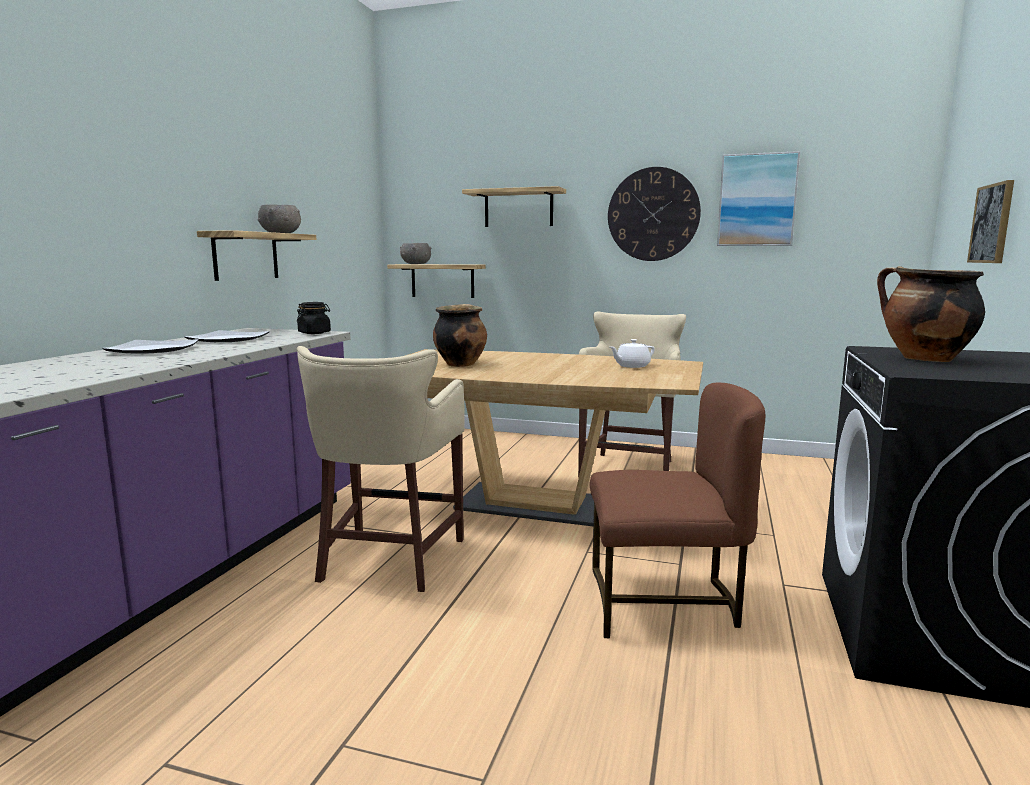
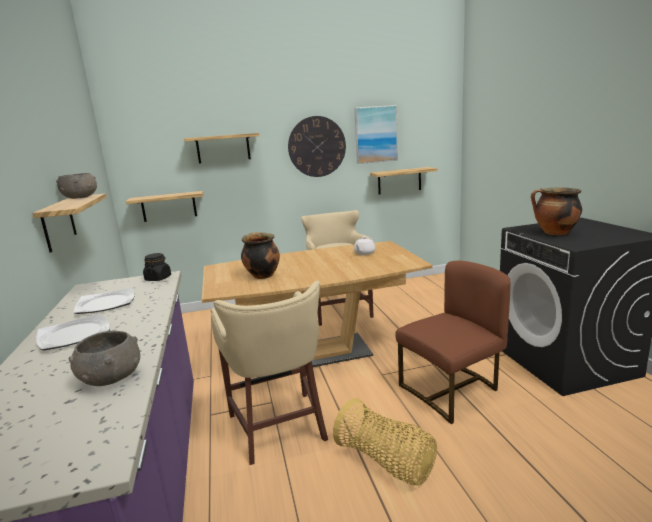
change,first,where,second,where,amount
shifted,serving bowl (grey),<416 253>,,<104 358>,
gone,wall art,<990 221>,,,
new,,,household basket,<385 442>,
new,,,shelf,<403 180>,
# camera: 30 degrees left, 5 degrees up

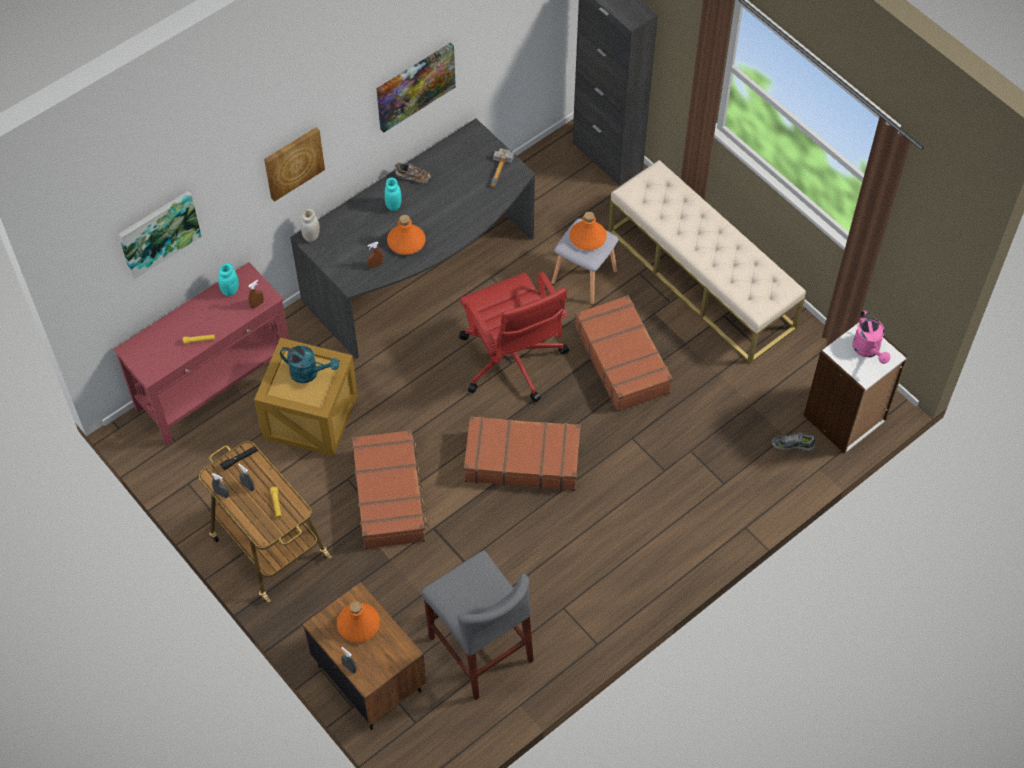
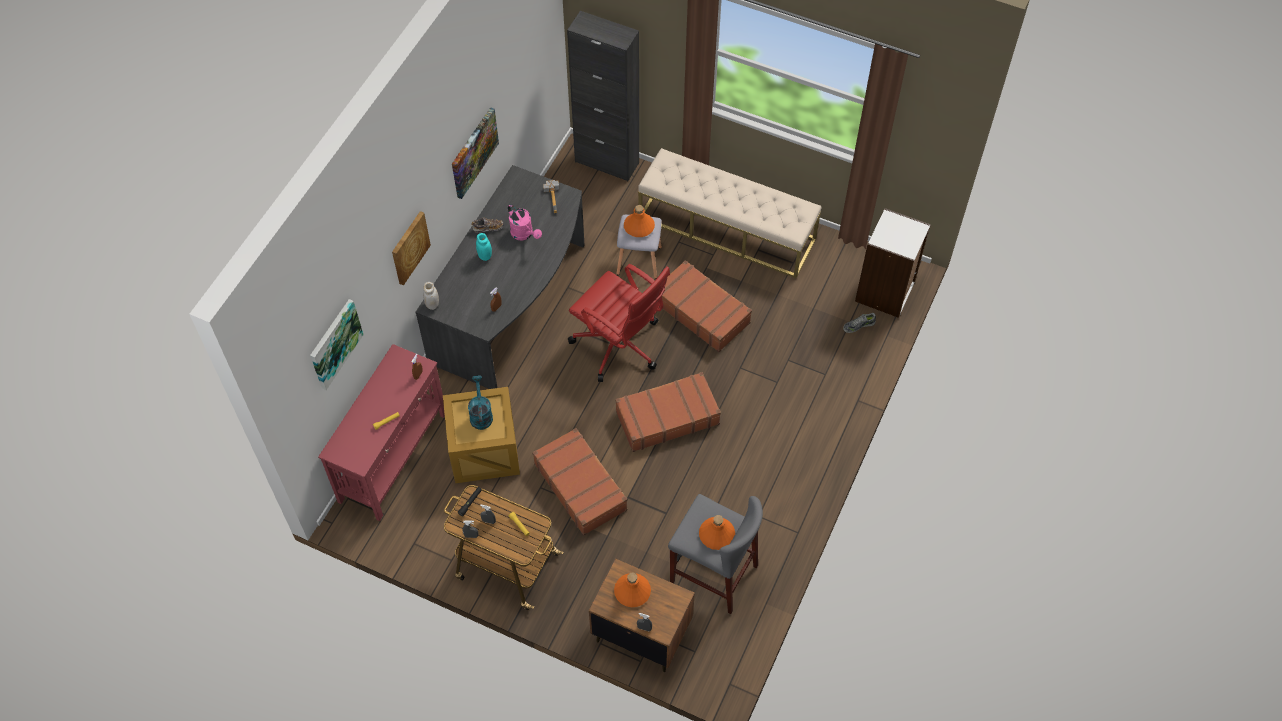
change,first,where,second,where,amount
gone,jar (blue-green),<228 279>,,,
rotated,sprinkling can (blue-green),<309 364>,,<480 402>,90 degrees counterclockwise
shifted,beverage bottle (orange-coloured),<406 235>,,<717 532>,
shifted,sprinkling can (pink),<871 337>,,<525 222>,
# camera: 25 degrees left, 0 degrees up

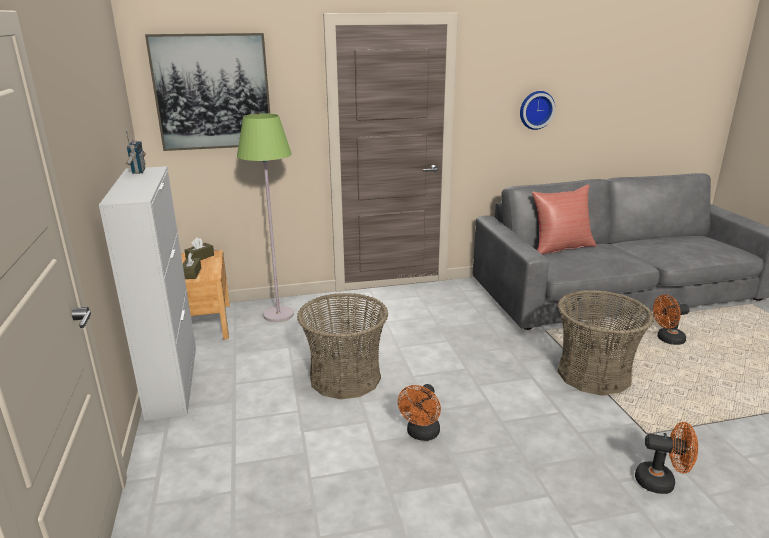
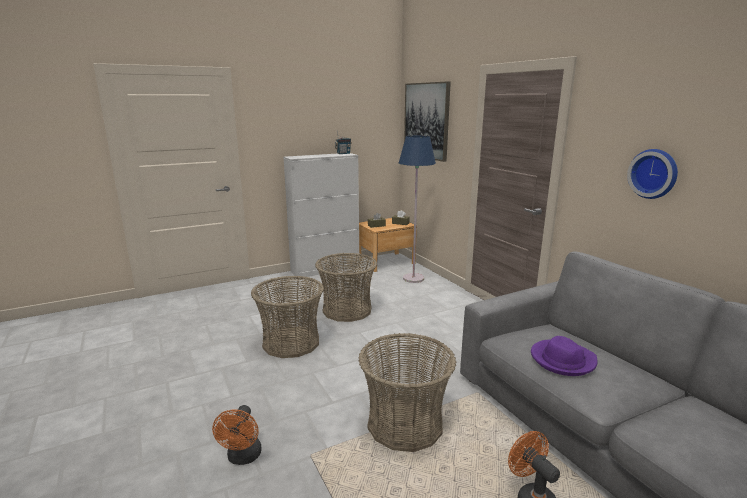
change,first,where,second,where,amount
repainted,floor lamp (green),<265 217>,floor lamp (blue-coloured),<417 209>,
swapped,electric fan (orange-coloured),<419 412>,household basket,<287 317>,
gone,cushion (reddish),<564 219>,,,
new,,,wearable hat (purple),<564 356>,
# camera: 75 degrees right, 5 degrees down

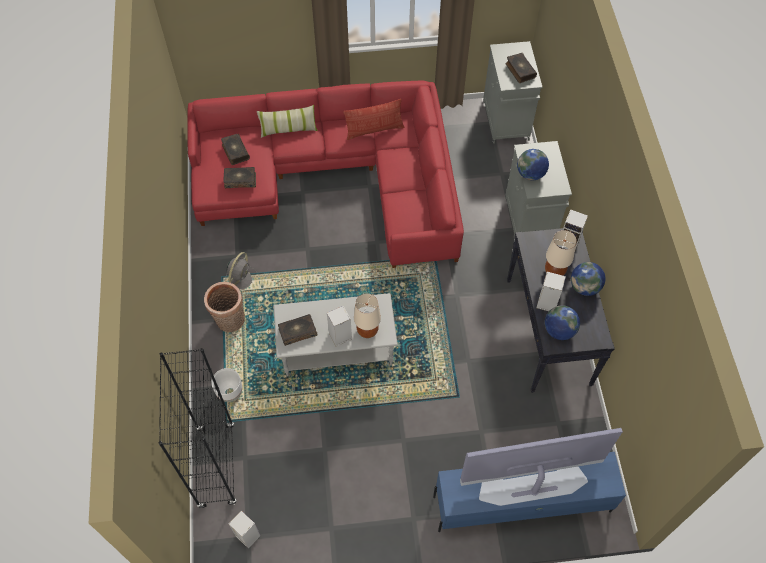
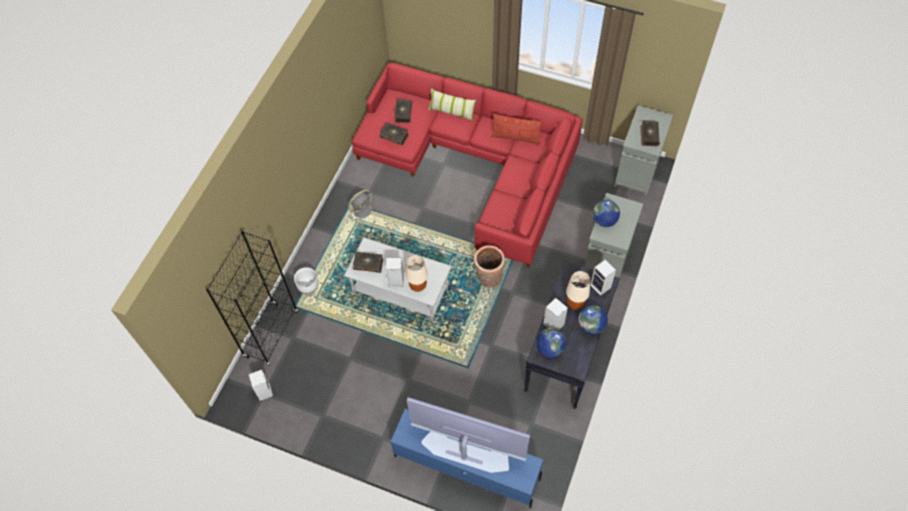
change,first,where,second,where,amount
shifted,household basket,<224 307>,,<489 266>,
# camera: 30 degrees right, 0 degrees up

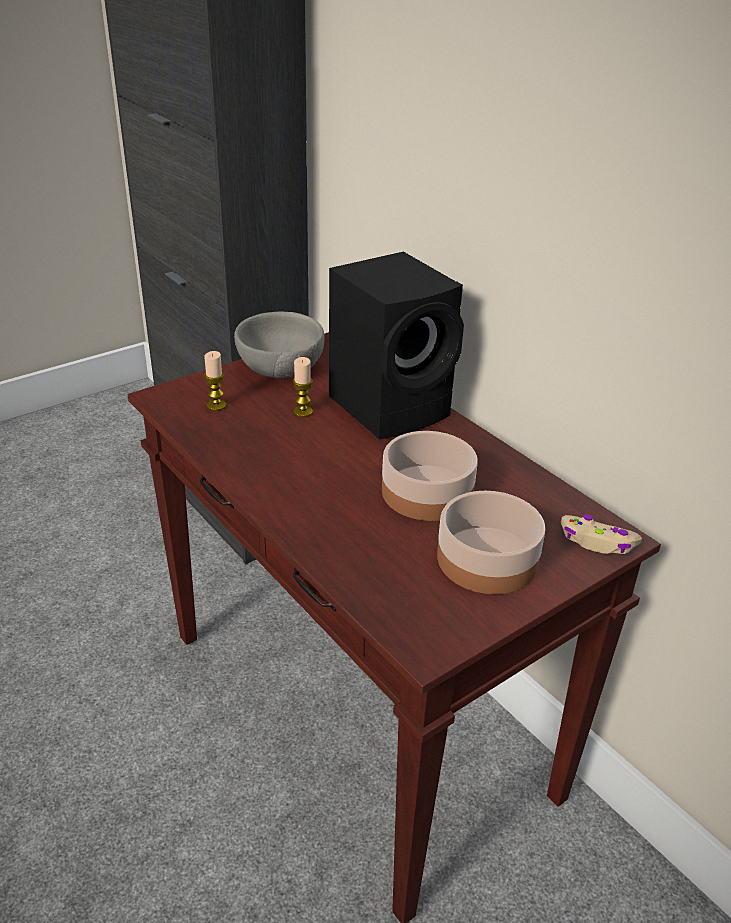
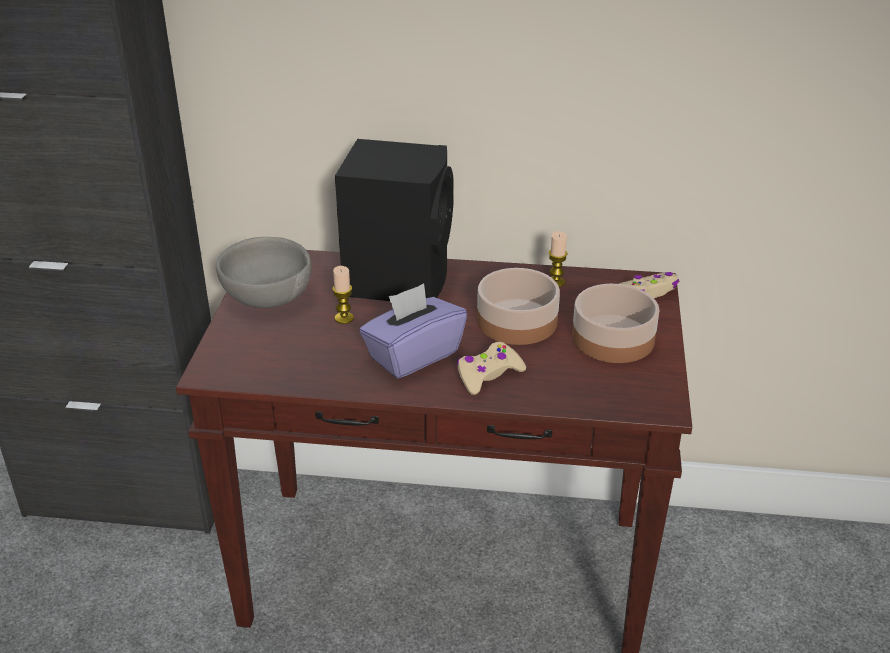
change,first,where,second,where,amount
shifted,wax light,<215 381>,,<558 259>,
new,,,box of tissues (purple),<413 330>,
new,,,gamepad (beige),<491 368>,
# camera: 45 degrees left, 0 degrees up

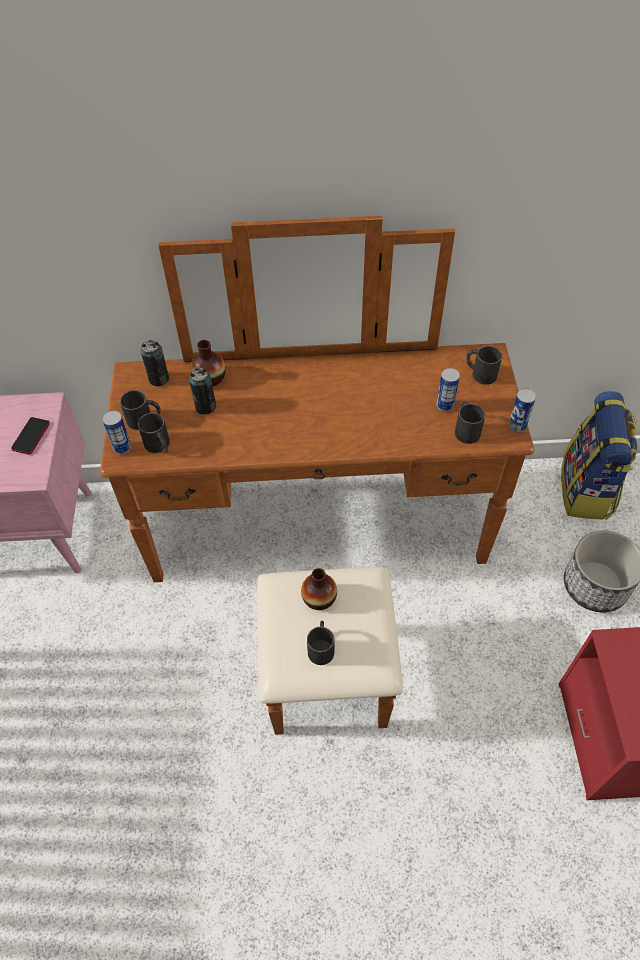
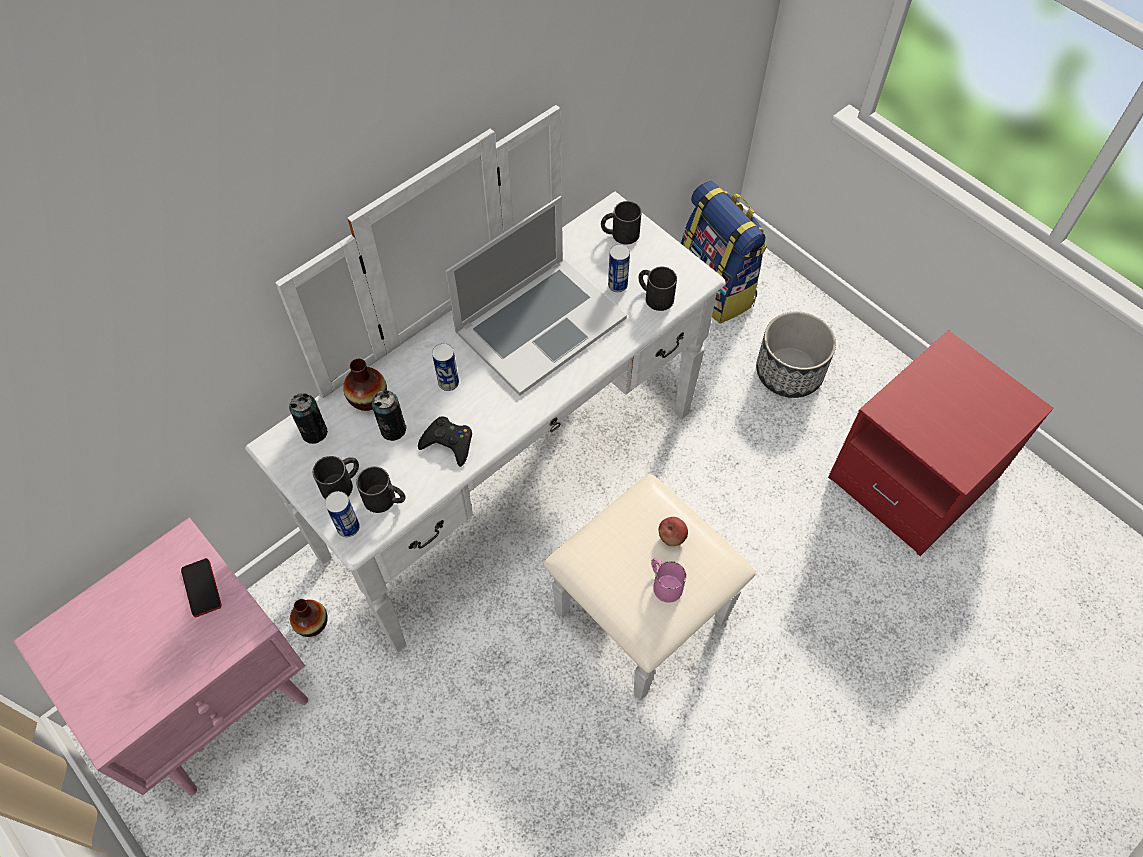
change,first,where,second,where,amount
repainted,drawer chest (brown),<317 475>,drawer chest (white-coloured),<500 403>,
shifted,flower vase,<319 589>,,<309 618>,
repainted,tea mug (black),<320 643>,tea mug (pink),<668 580>,
shifted,sealed can,<522 410>,,<445 367>,
new,,,gamepad (black),<445 441>,
new,,,portable computer,<536 296>,
new,,,whole apple,<673 531>,
# camera: 40 degrees left, 5 degrees up

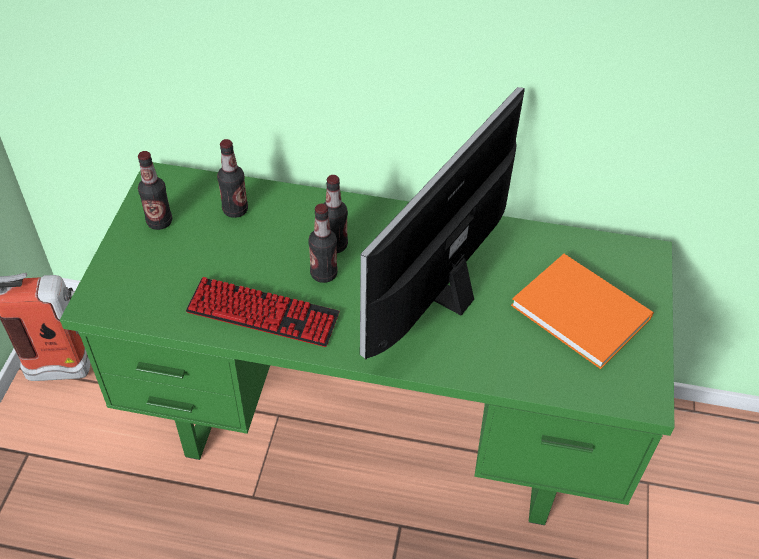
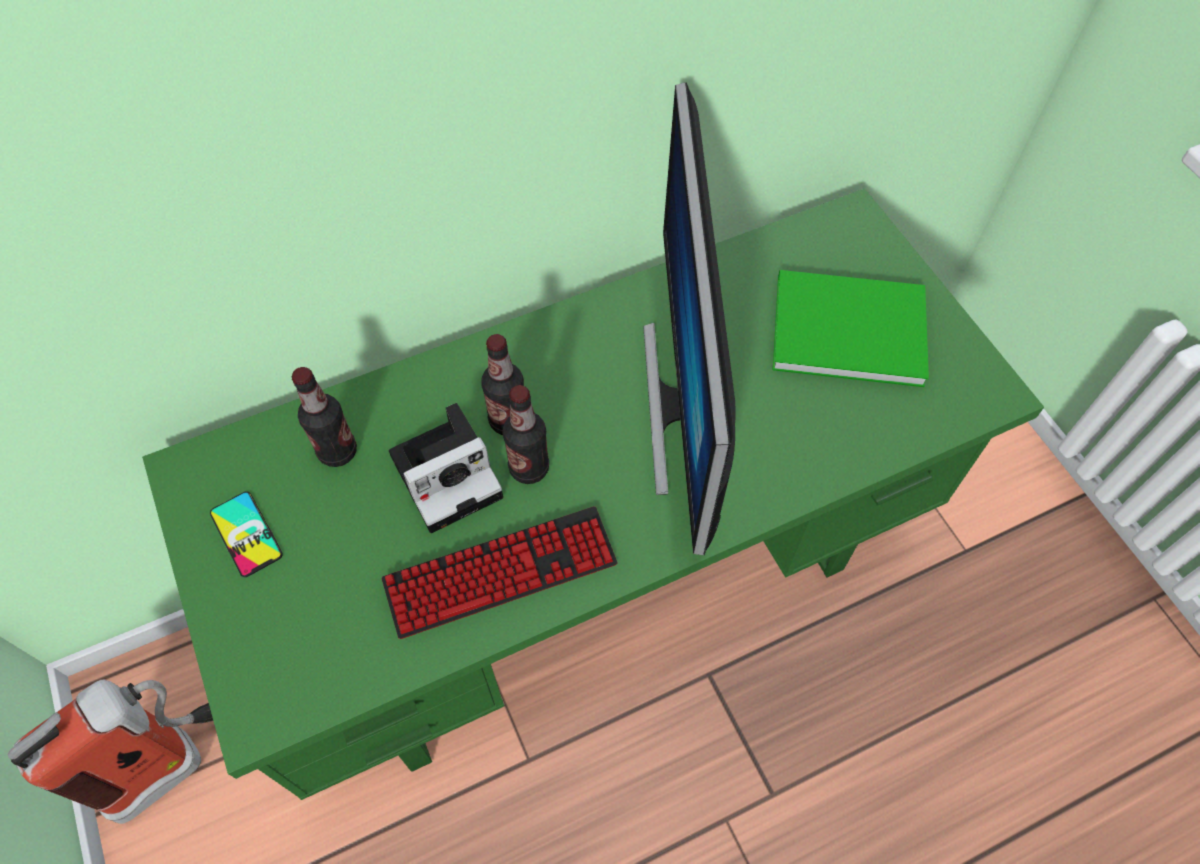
change,first,where,second,where,amount
swapped,beverage bottle,<155 190>,phone,<246 534>,
repainted,volume (orange-coloured),<582 311>,volume (green),<850 328>,
new,,,still camera,<446 468>,
# camera: 35 degrees left, 10 degrees up

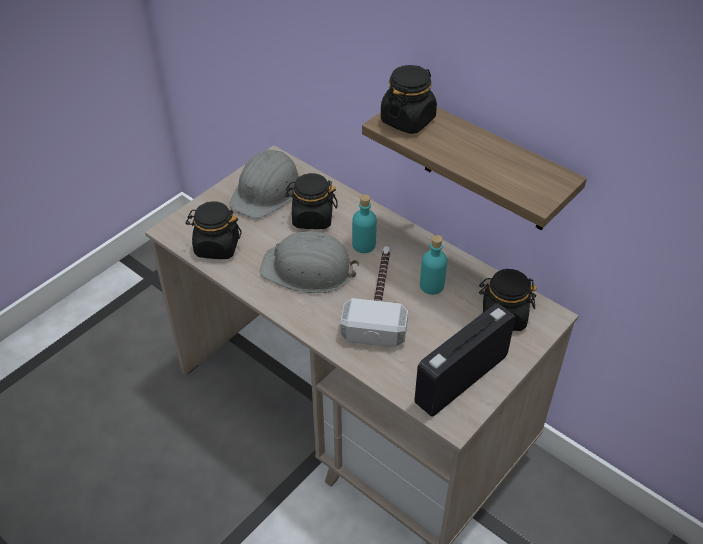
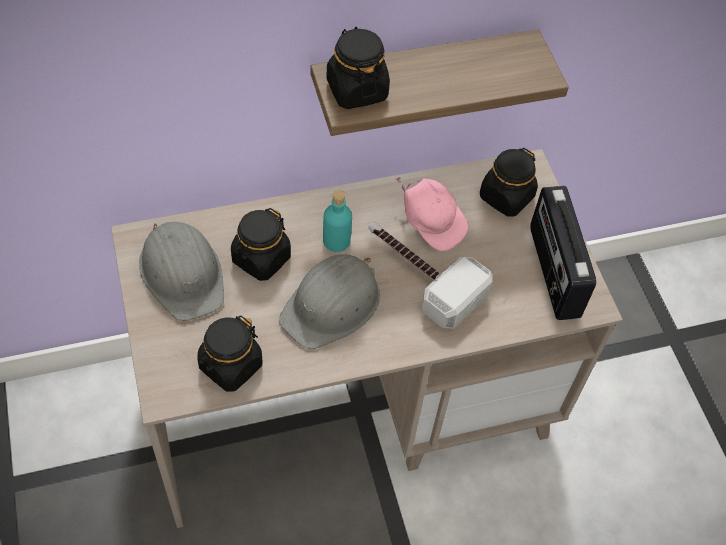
change,first,where,second,where,amount
swapped,beverage bottle (blue-green),<434 265>,cap (pink),<432 214>,
# camera: 60 degrees left, 10 degrees up

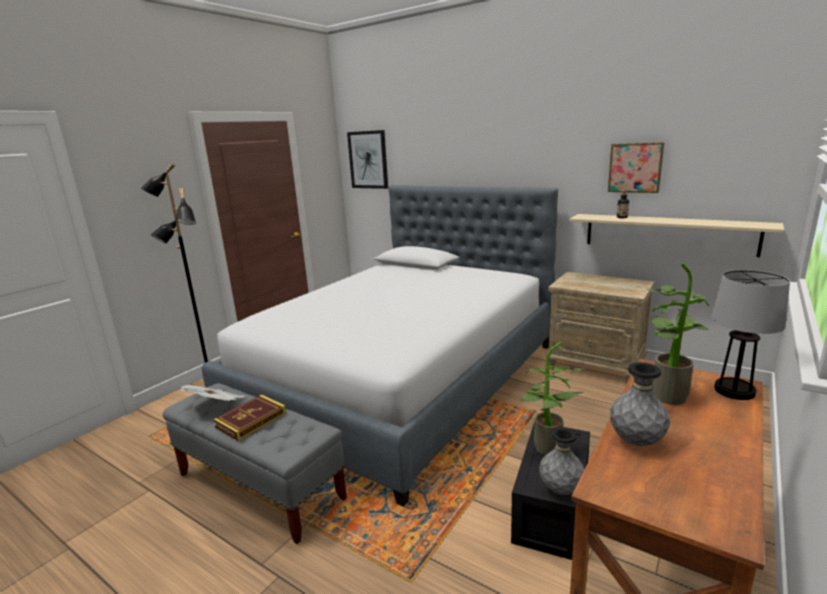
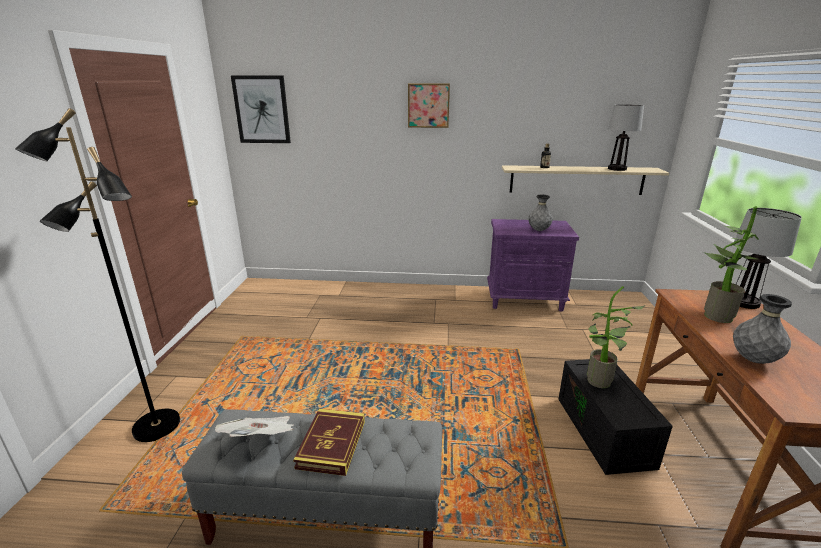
change,first,where,second,where,amount
gone,sleeping bed,<380 346>,,,
shifted,flower vase (grey),<561 461>,,<540 213>,
repainted,bedside table (beige),<600 328>,bedside table (purple),<533 265>,
shifted,wall art,<636 167>,,<429 105>,
new,,,tabletop lamp,<626 137>,
# camera: 30 degrees left, 5 degrees up

